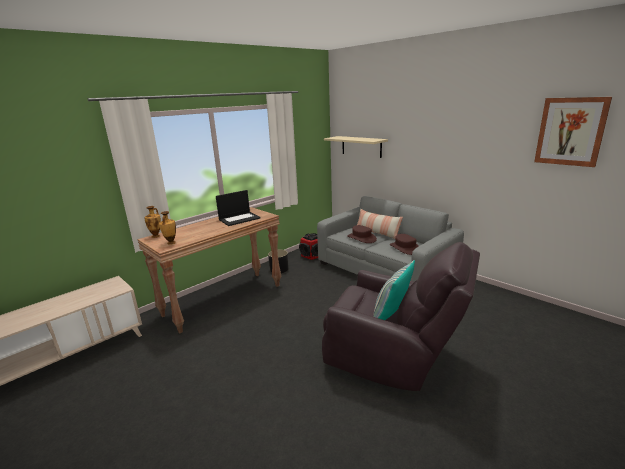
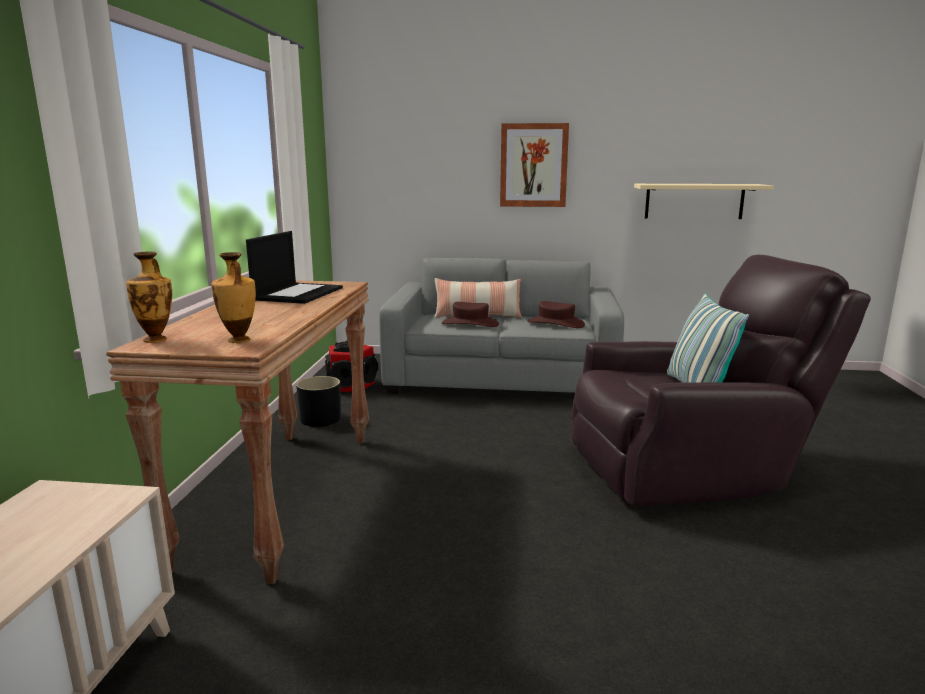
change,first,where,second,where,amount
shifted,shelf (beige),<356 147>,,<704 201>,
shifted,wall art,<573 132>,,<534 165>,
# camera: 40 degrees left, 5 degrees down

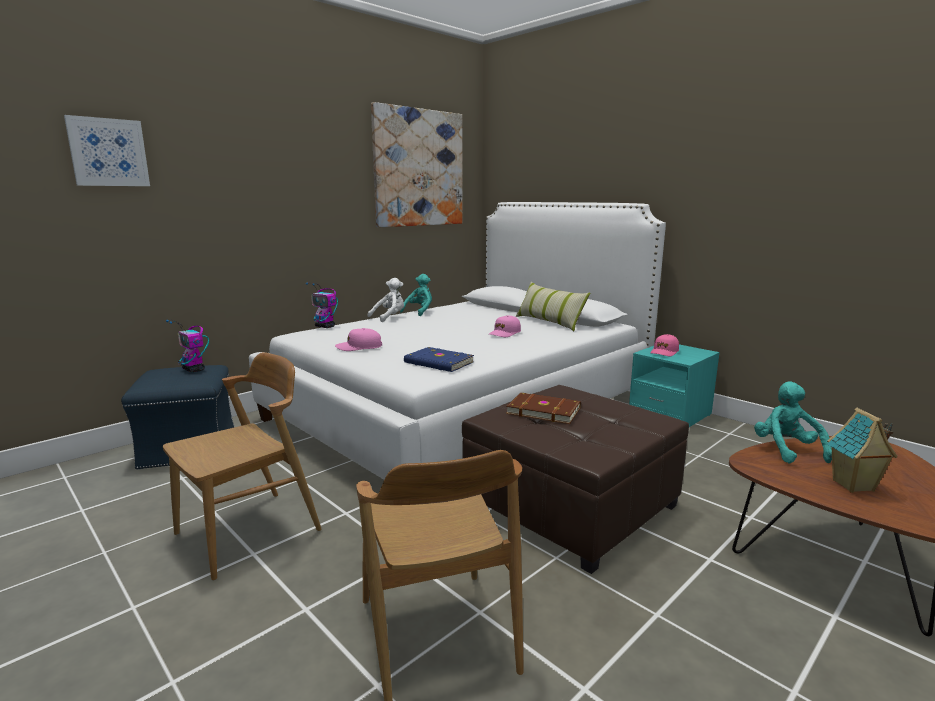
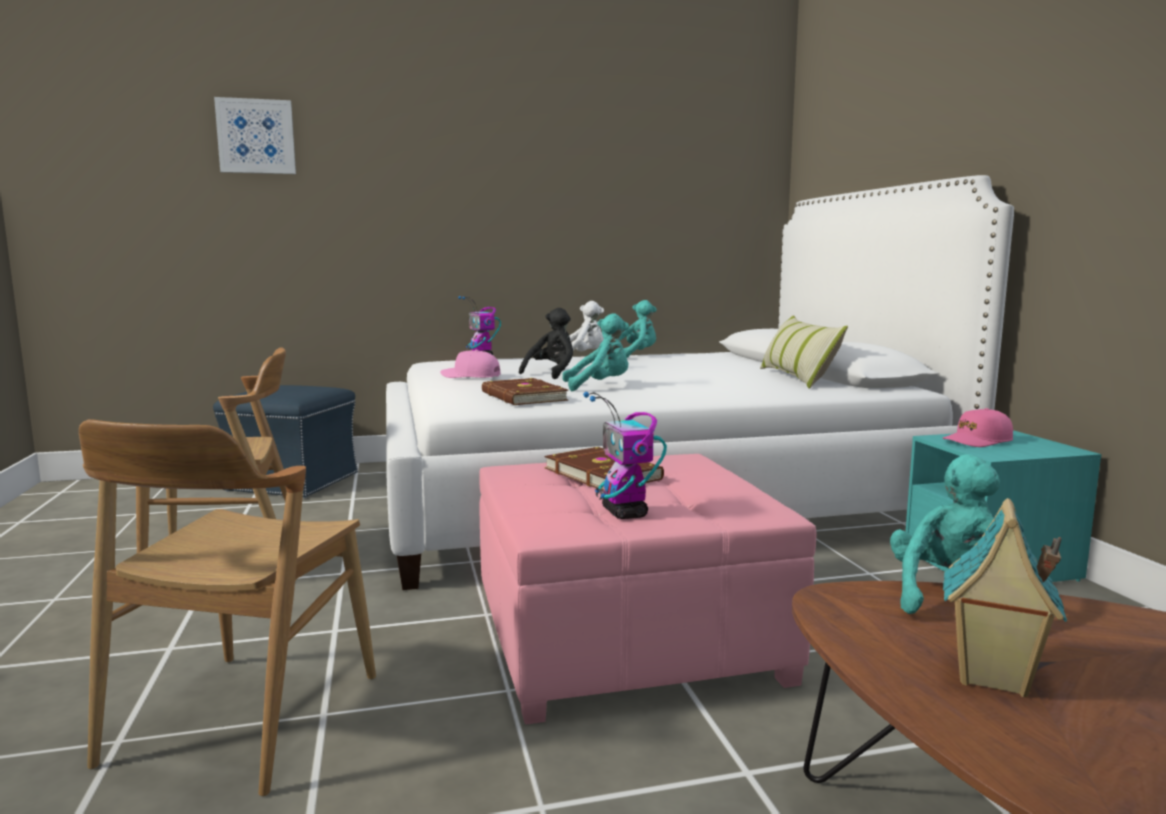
change,first,where,second,where,amount
shifted,robot figure,<187 346>,,<625 455>,
gone,wall art,<417 164>,,,
repainted,volume (blue-coloured),<439 359>,volume (brown),<525 391>,
repainted,ottoman (brown),<575 479>,ottoman (pink),<647 589>,
gone,cap (pink),<504 326>,,,
new,,,soft toy (black),<546 343>,
new,,,soft toy (blue-green),<595 352>,
# camera: 30 degrees right, 5 degrees down

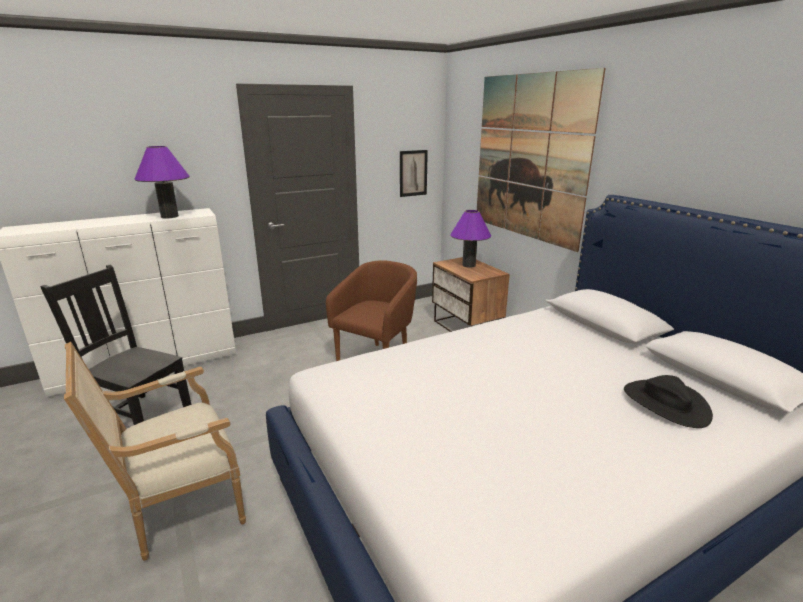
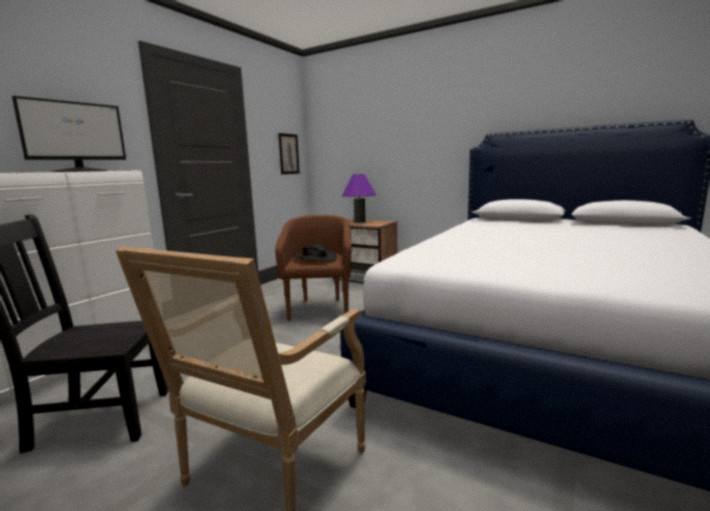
change,first,where,second,where,amount
swapped,tabletop lamp (purple),<162 182>,monitor,<69 134>,
gone,wall art,<541 160>,,,
shifted,wearable hat (black),<668 401>,,<315 253>,
# camera: 30 degrees left, 10 degrees down

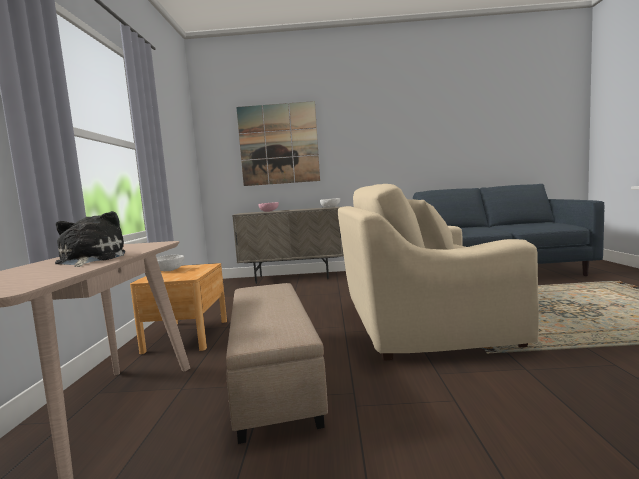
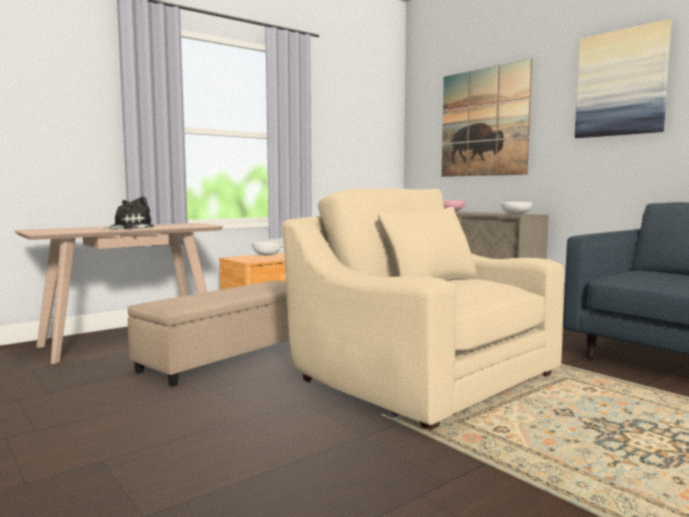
change,first,where,second,where,amount
new,,,wall art,<623 78>,
# camera: 50 degrees right, 0 degrees up

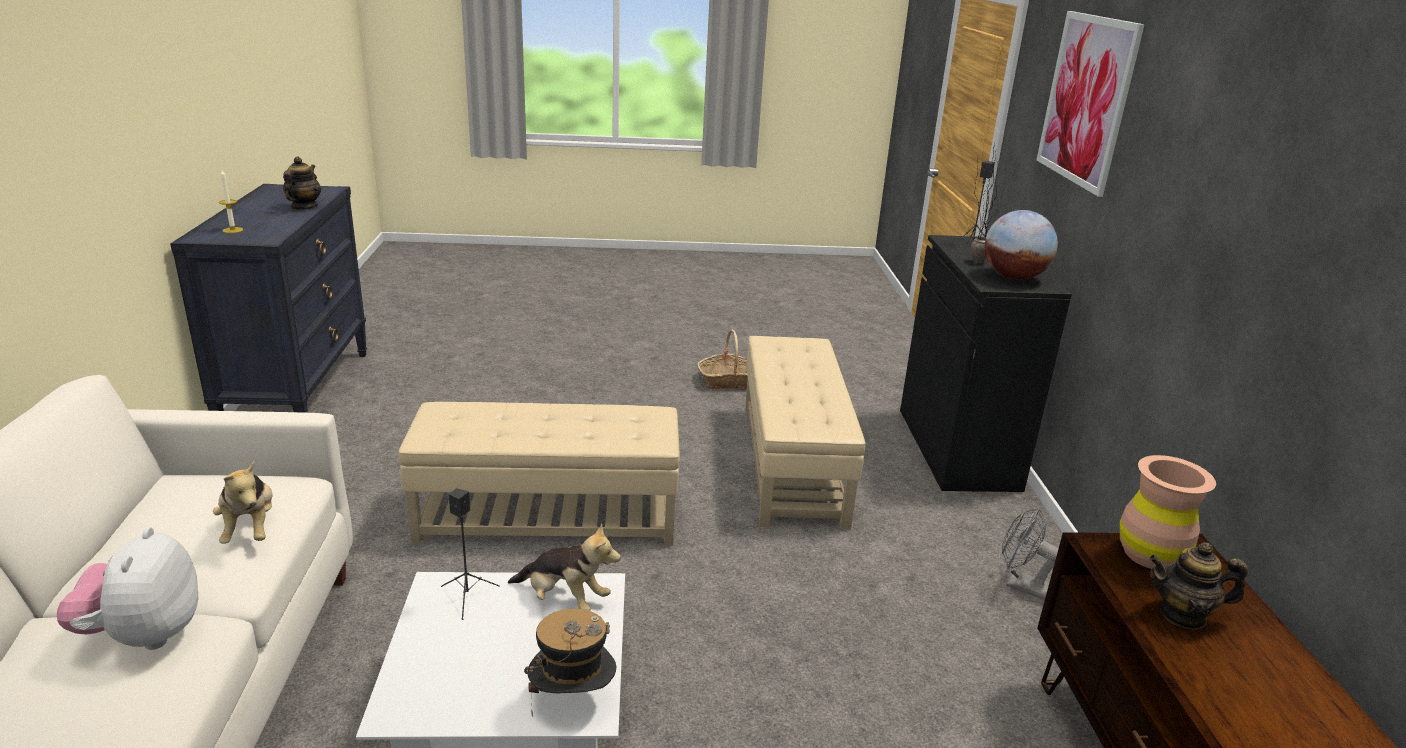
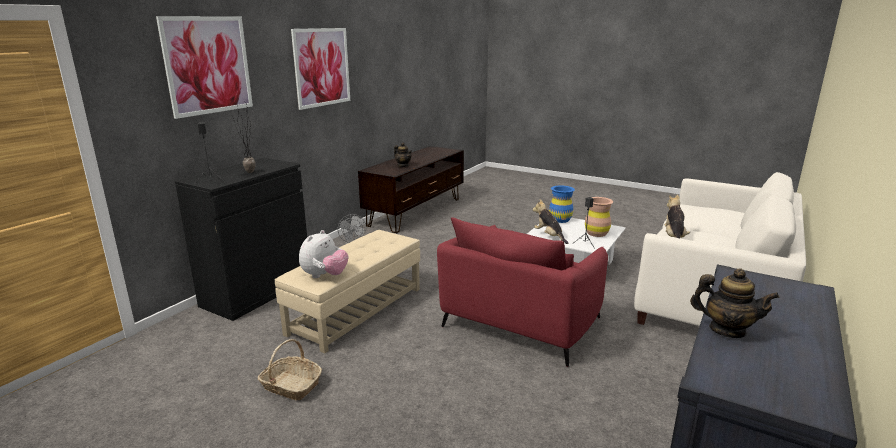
change,first,where,second,where,amount
shifted,soft toy,<127 588>,,<323 254>,
gone,wax light,<231 201>,,,
rotated,teapot,<302 183>,,<735 303>,105 degrees counterclockwise
swapped,ottoman (beige),<539 474>,lounge chair (reddish),<522 292>,
swapped,wearable hat,<570 662>,flower vase (blue-coloured),<562 204>,
gone,globe,<1021 245>,,,
shifted,flower vase (brown),<1168 512>,,<599 217>,
new,,,wall art,<320 69>,
# camera: 145 degrees left, 5 degrees down

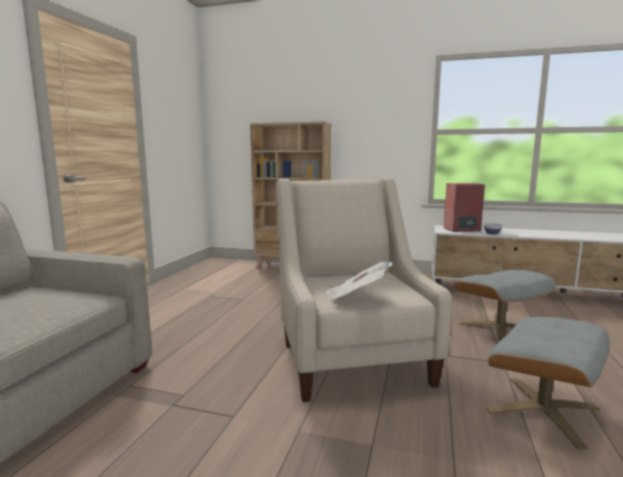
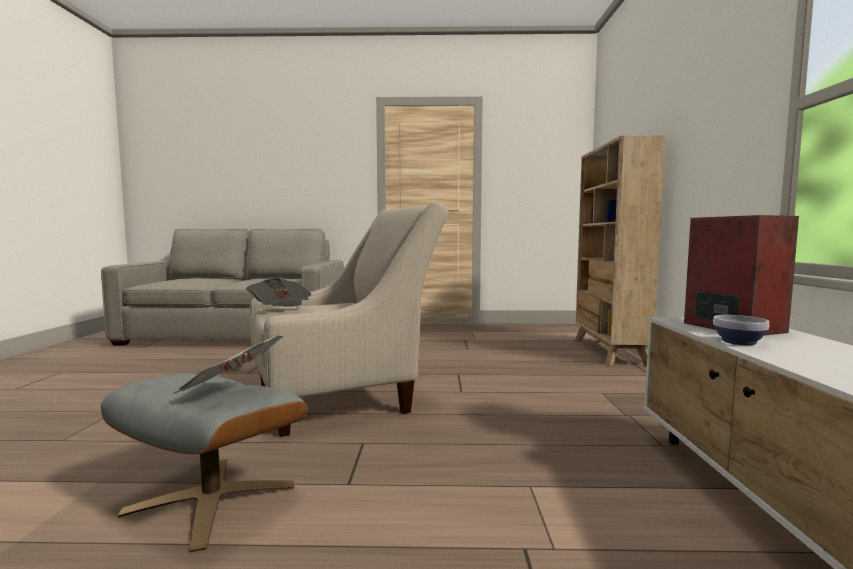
change,first,where,second,where,amount
gone,ottoman (grey),<505 305>,,,
new,,,printed paper,<228 364>,
# camera: 75 degrees right, 5 degrees down

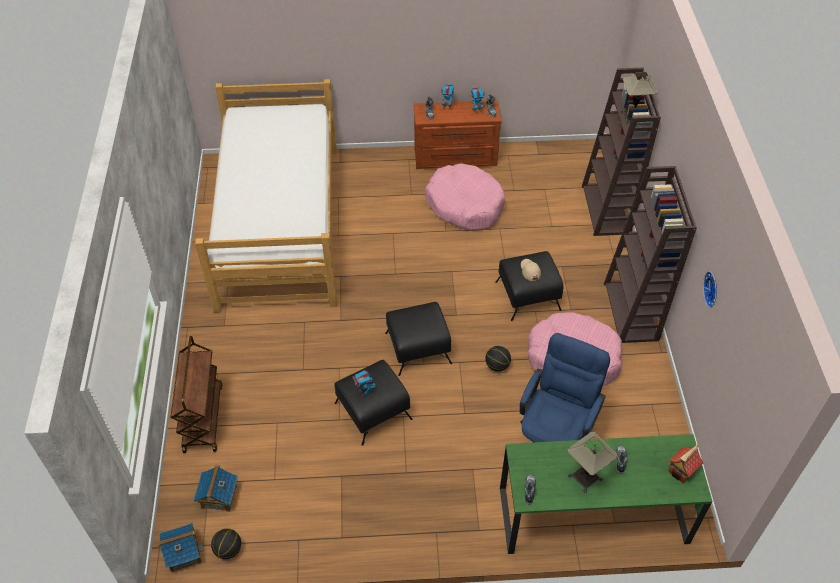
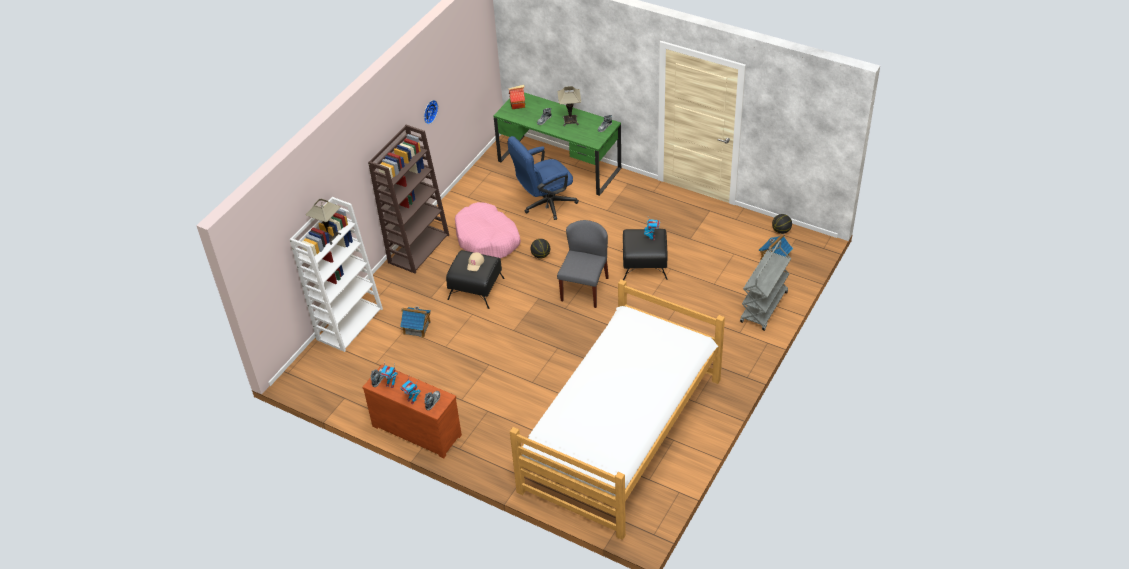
change,first,where,second,where,amount
shifted,toy house,<181 547>,,<415 322>,
repainted,trolley (brown),<197 394>,trolley (grey),<765 285>,
swapped,ottoman (black),<418 339>,upright chair (grey),<583 264>,
gone,dog bed (pink),<465 197>,,,
repainted,bookcase (brown),<621 152>,bookcase (white-coloured),<336 274>,
# camera: 145 degrees left, 5 degrees down

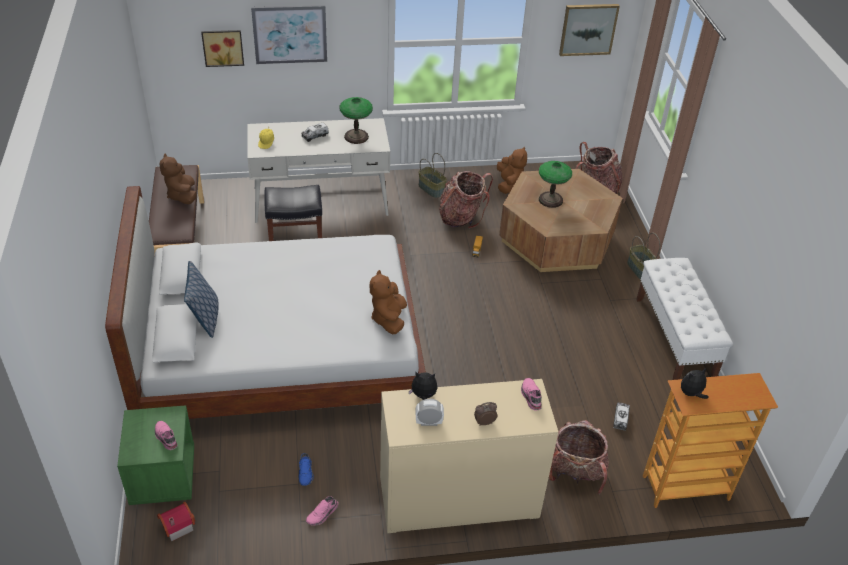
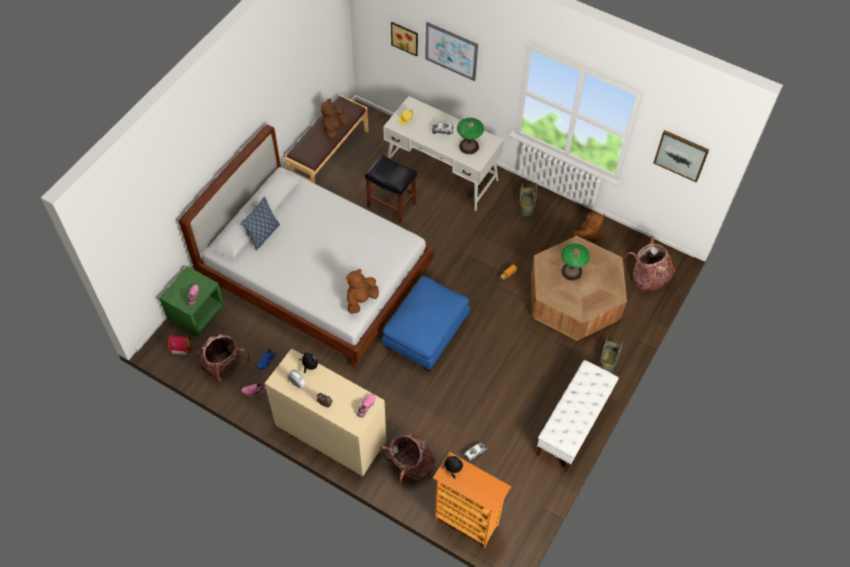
change,first,where,second,where,amount
shifted,rucksack,<466 199>,,<222 358>,
new,,,ottoman (blue-coloured),<426 323>,
# camera: 40 degrees right, 15 degrees up

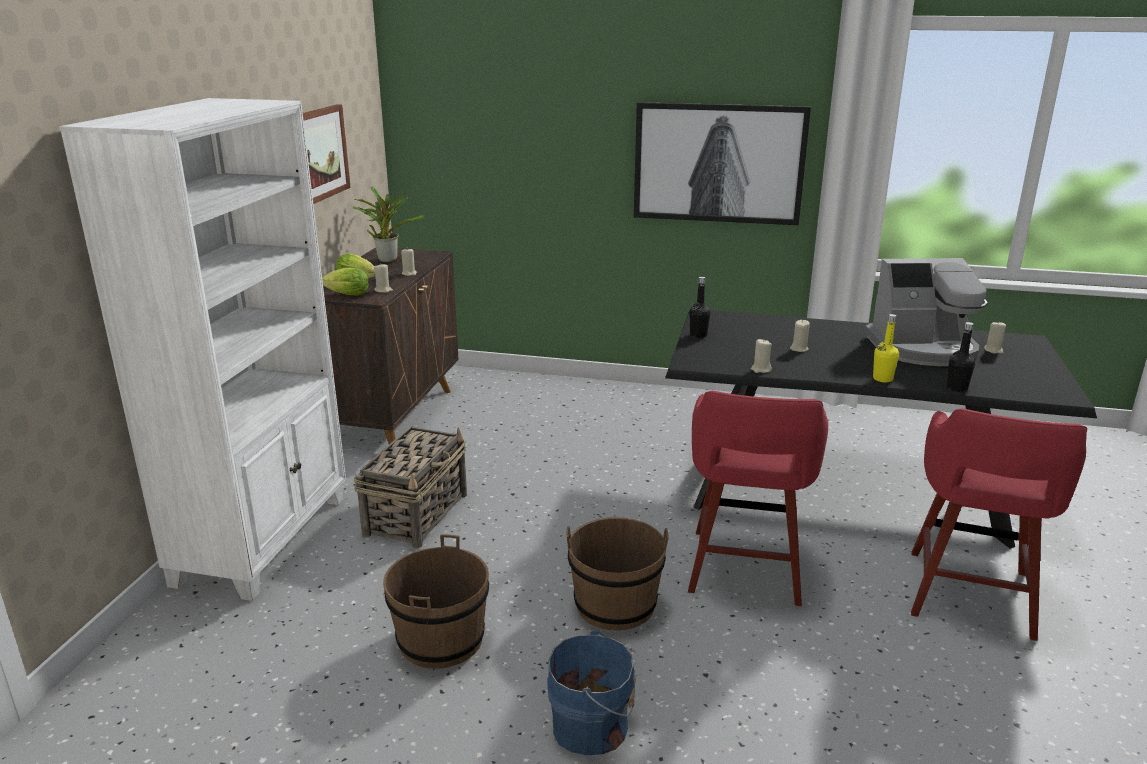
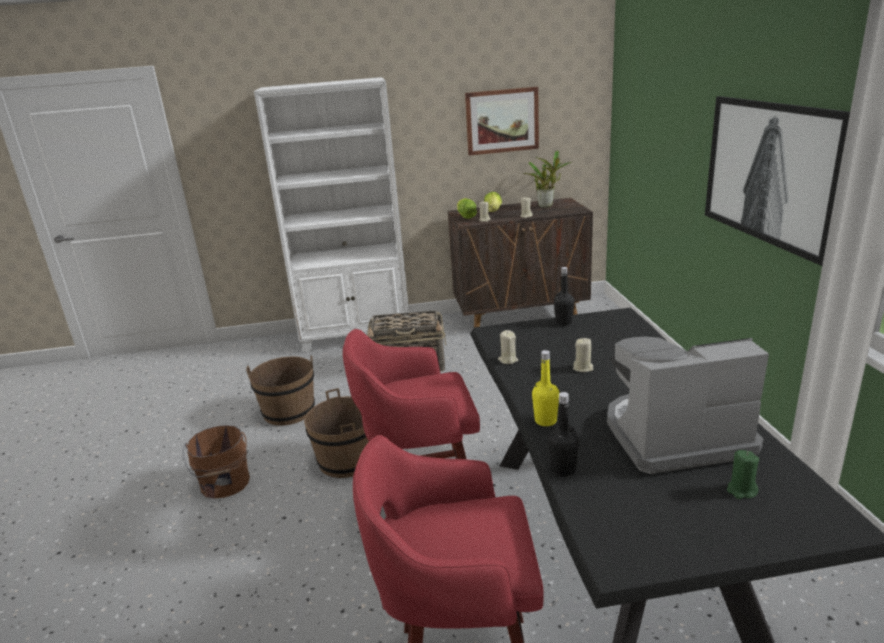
change,first,where,second,where,amount
repainted,bucket (blue-coloured),<591 692>,bucket (brown),<216 461>,
rotated,coffee brewer,<926 312>,,<688 405>,105 degrees clockwise
repainted,wax light (beige),<995 337>,wax light (green),<743 474>,
# camera: 70 degrees right, 0 degrees up

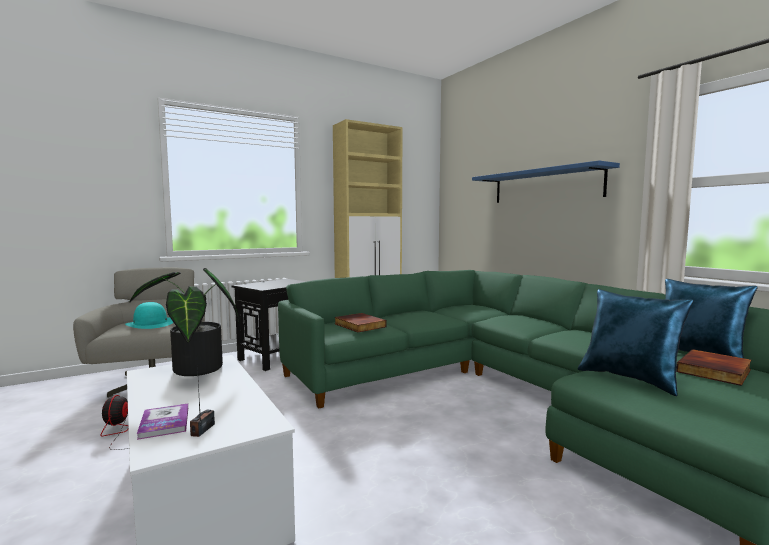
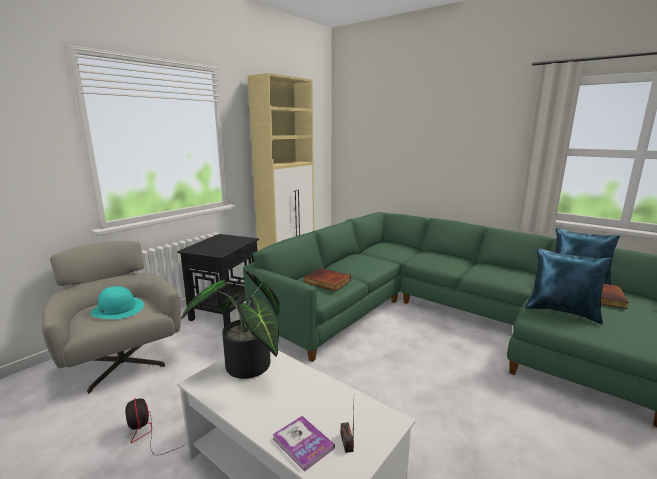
change,first,where,second,where,amount
gone,shelf (blue-coloured),<546 181>,,,
# camera: 20 degrees left, 10 degrees up

